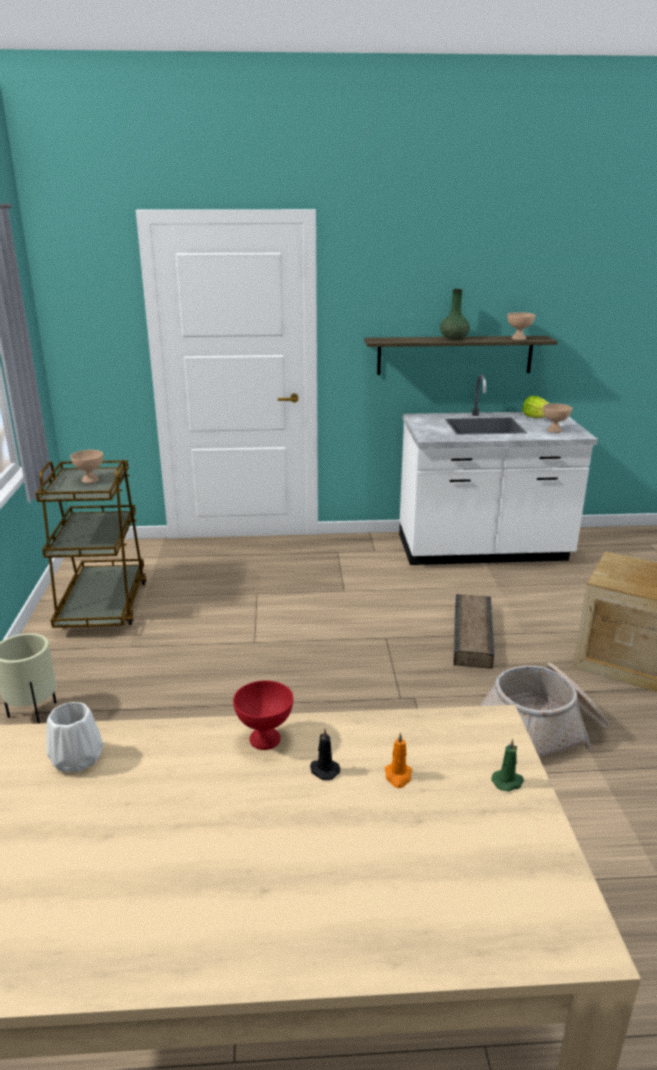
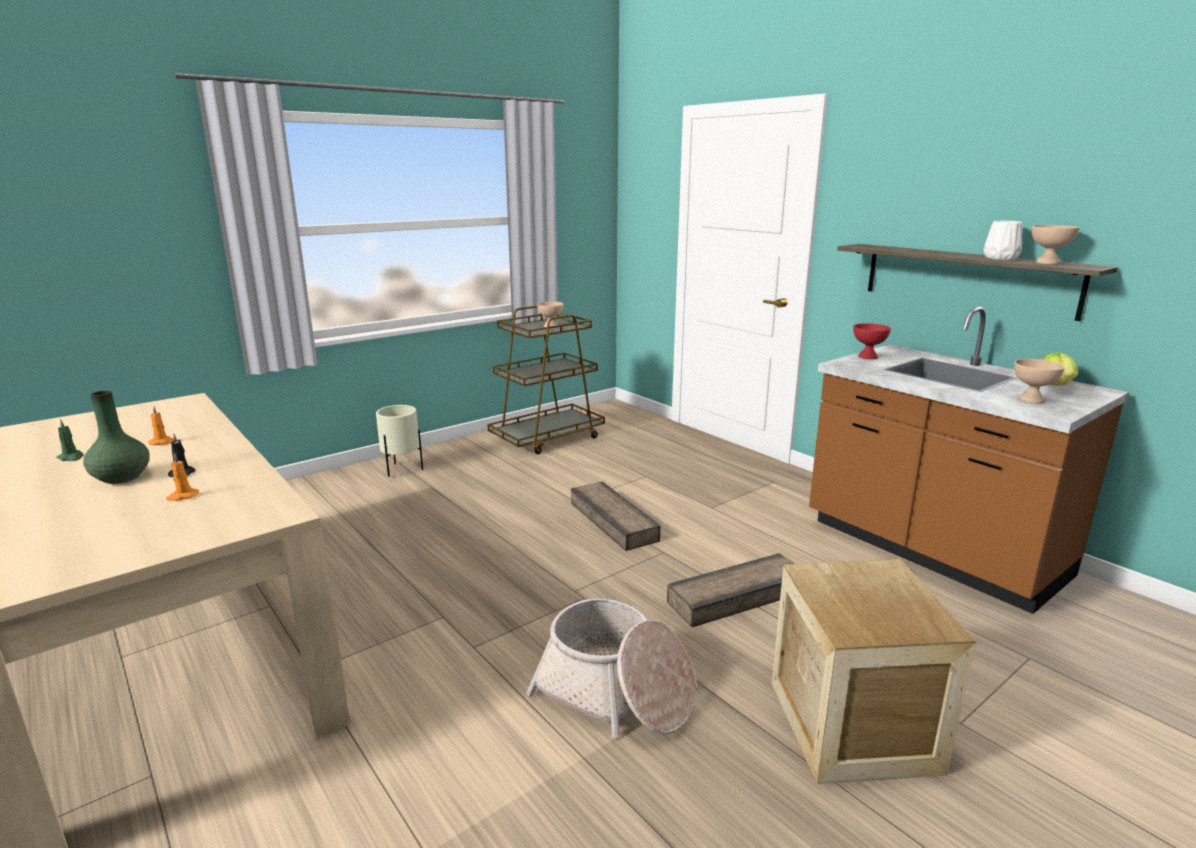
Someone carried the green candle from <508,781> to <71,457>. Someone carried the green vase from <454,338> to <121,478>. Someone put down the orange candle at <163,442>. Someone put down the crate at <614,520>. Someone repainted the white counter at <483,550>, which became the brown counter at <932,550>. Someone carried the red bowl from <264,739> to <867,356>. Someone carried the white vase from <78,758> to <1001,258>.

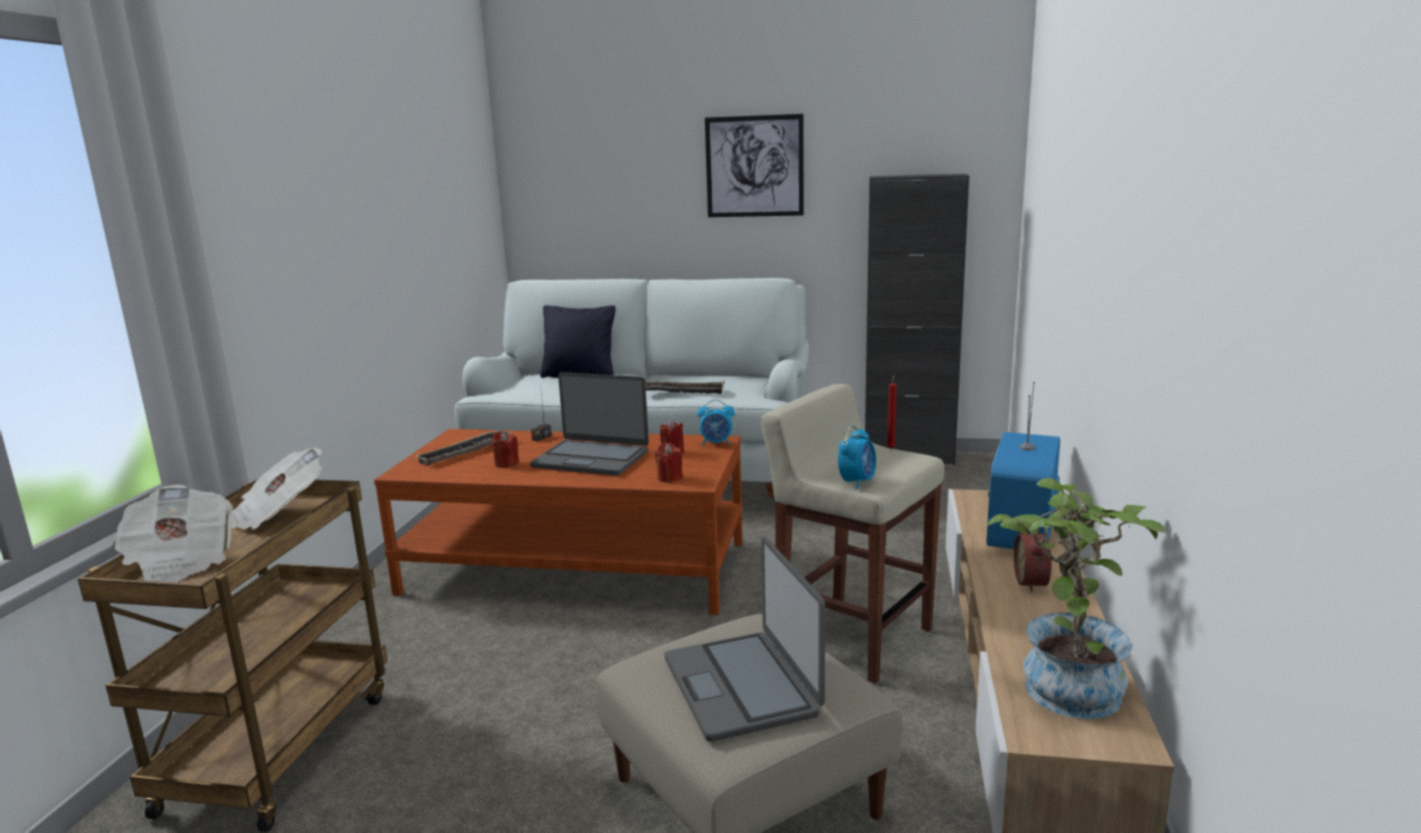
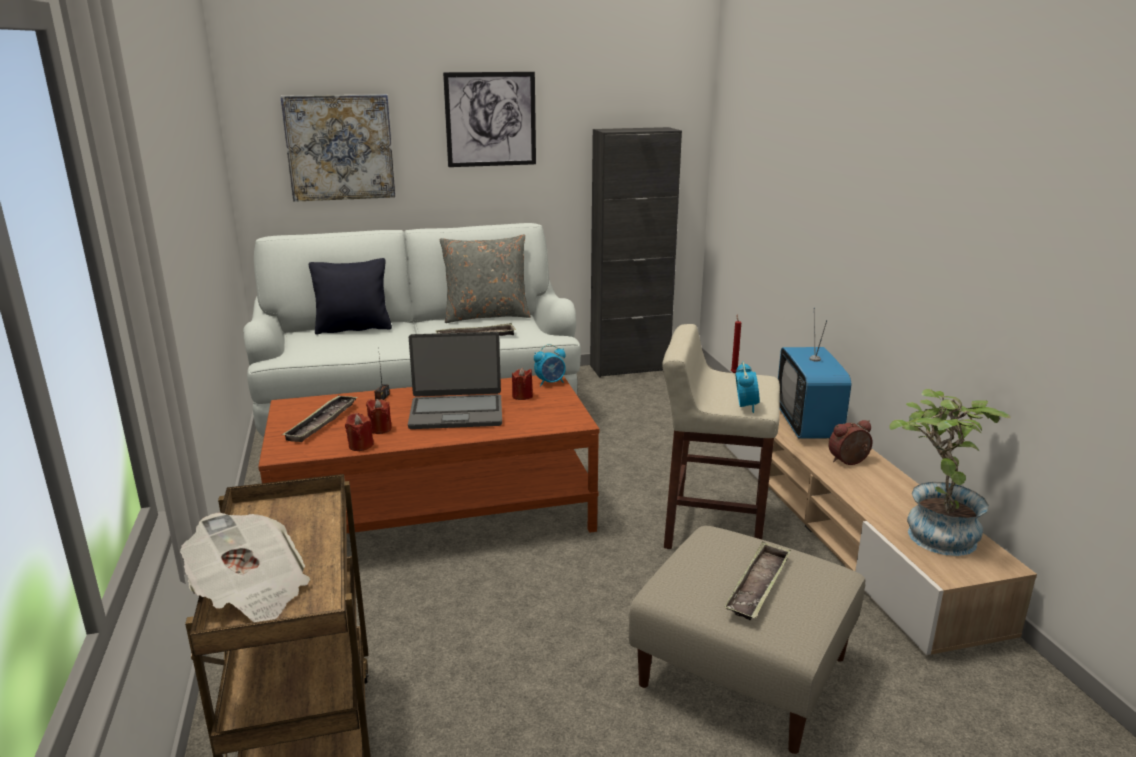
Someone put up the picture at <339,147>. Someone carried the red candle from <669,478> to <360,446>. Someone put down the grey pillow at <486,316>. Someone swapped the laptop at <742,686> for the tray at <758,586>. Someone rotated the alarm clock at <1034,582> by 90 degrees clockwise. Someone took away the newspaper at <276,515>.

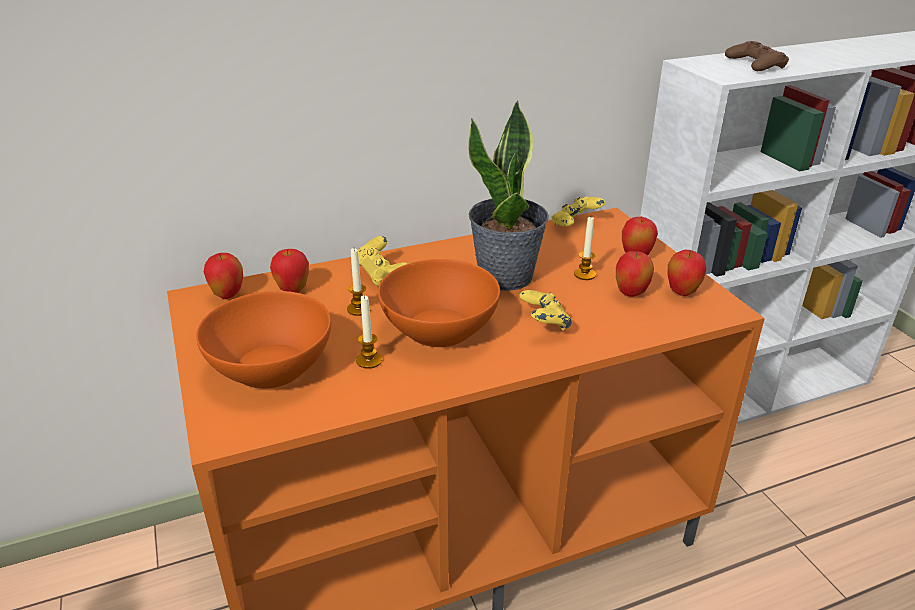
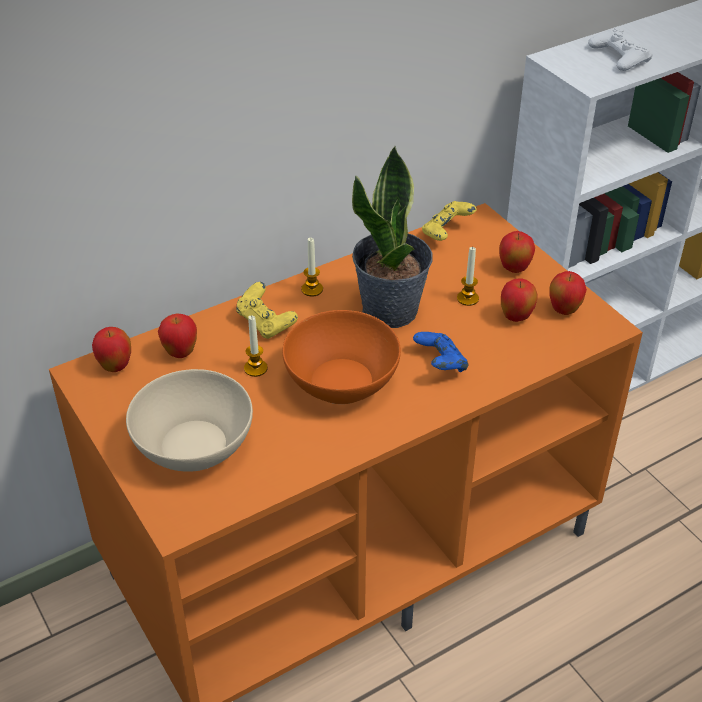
Someone repainted the orange bowl at <271,367>, which became the beige bowl at <194,446>. Someone carried the candle from <369,360> to <312,289>. Someone repainted the yellow game controller at <544,324>, which became the blue game controller at <440,365>. Someone repainted the brown game controller at <755,64>, which became the white game controller at <619,56>.

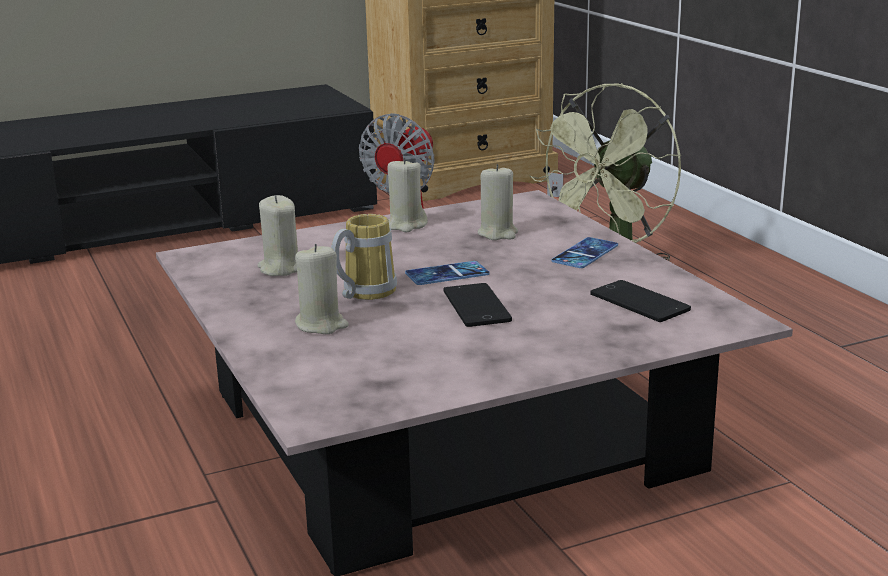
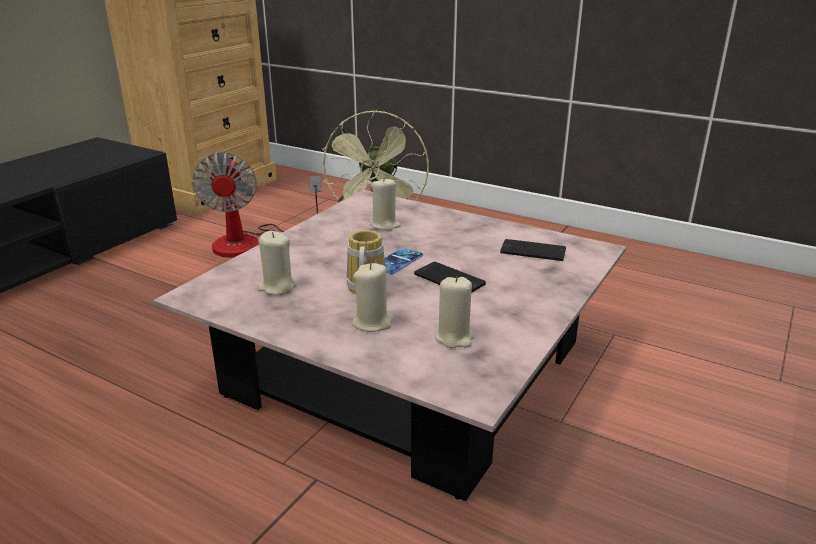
Someone carried the beige candle from <406,225> to <454,337>. Someone took away the phone at <585,254>.

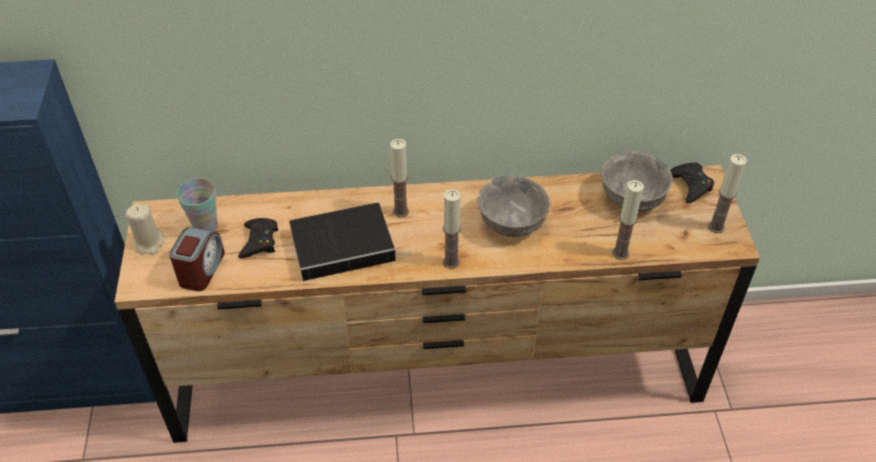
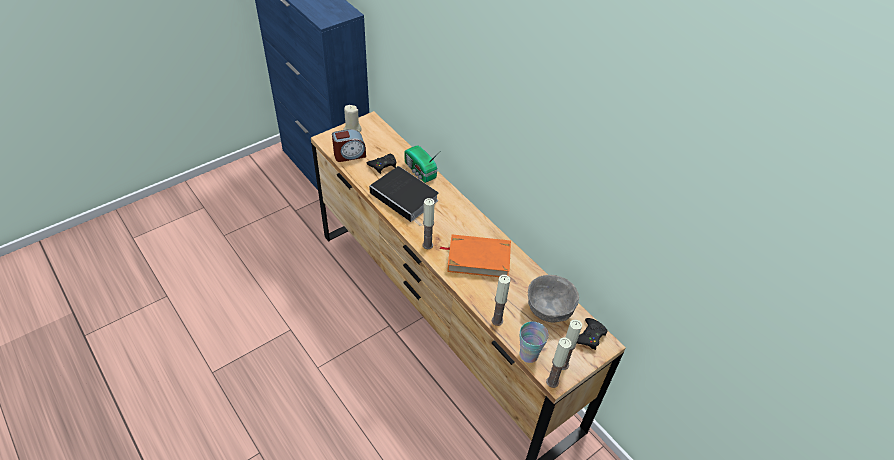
Someone put down the radio at <420,171>. Someone swapped the grey bowl at <511,223> for the orange book at <478,258>. Someone carried the cup from <205,227> to <528,354>. Someone carried the candle from <400,211> to <552,382>.

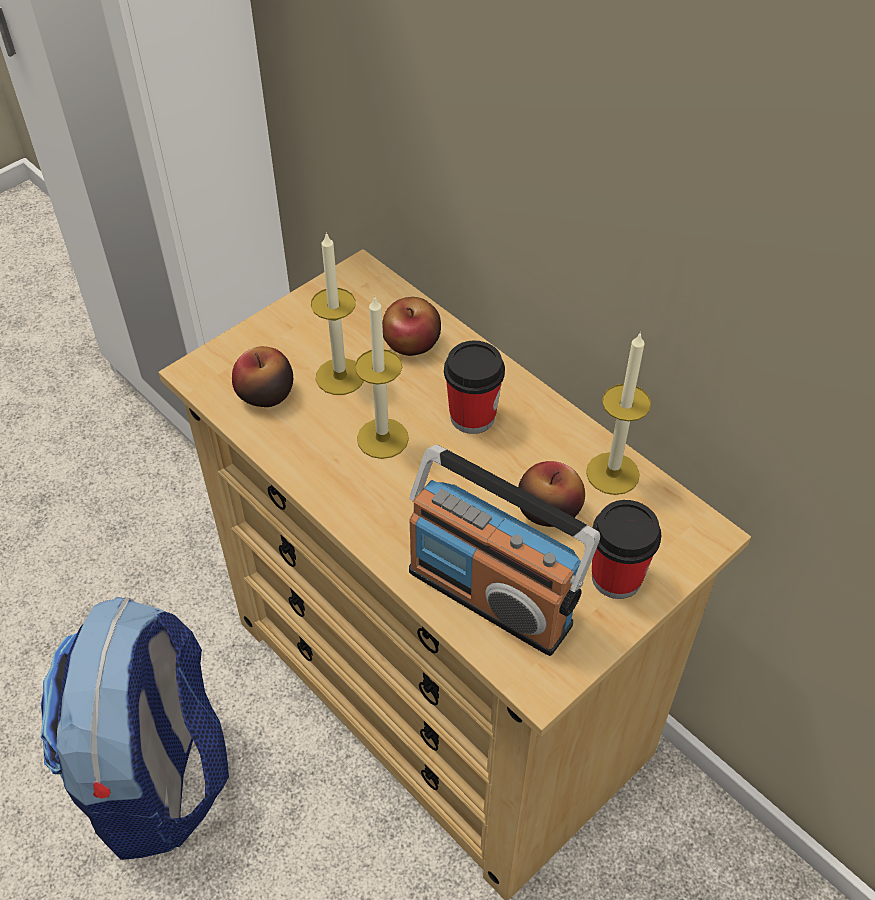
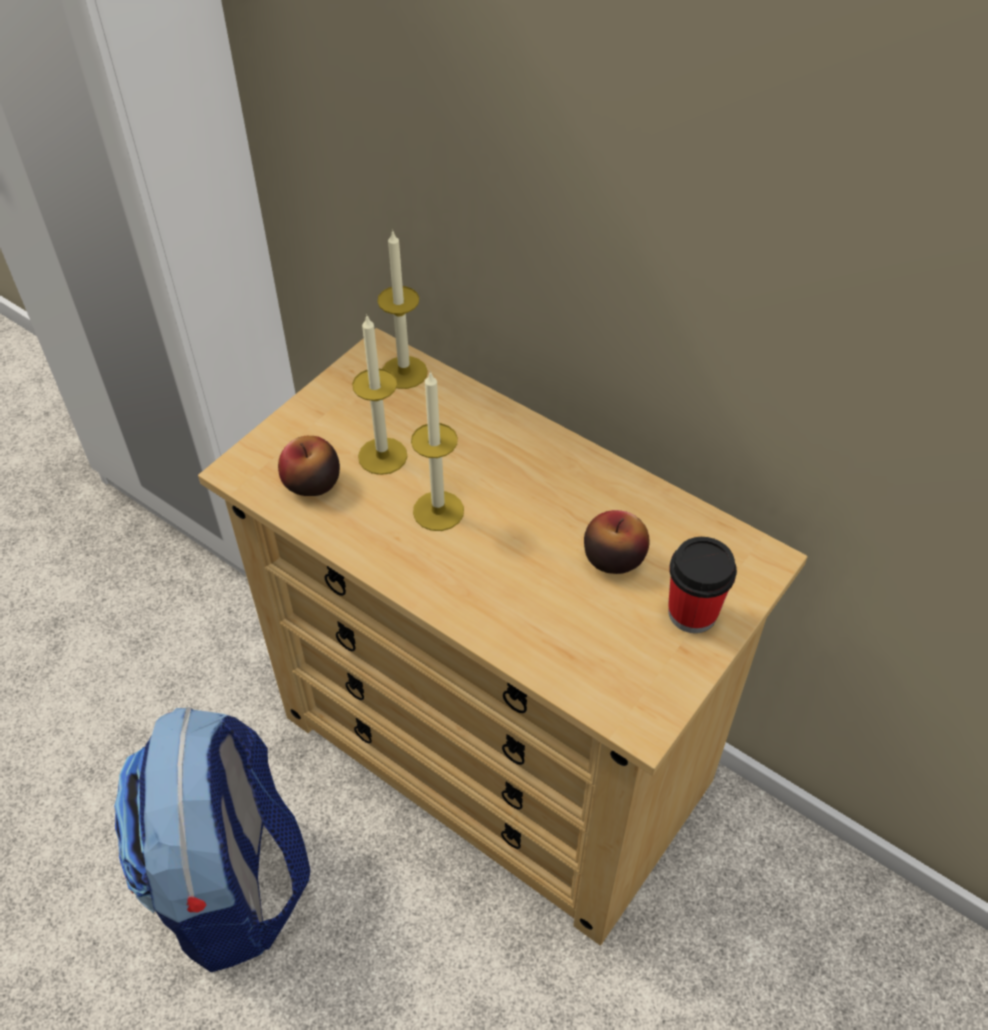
Someone carried the candle from <612,473> to <404,372>. Someone took away the apple at <412,343>. Someone took away the radio at <491,596>. Someone took away the cup at <472,416>.

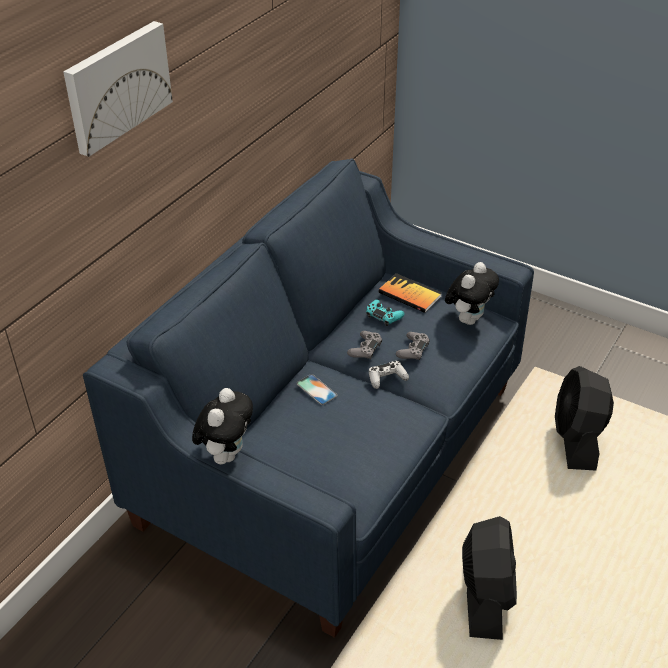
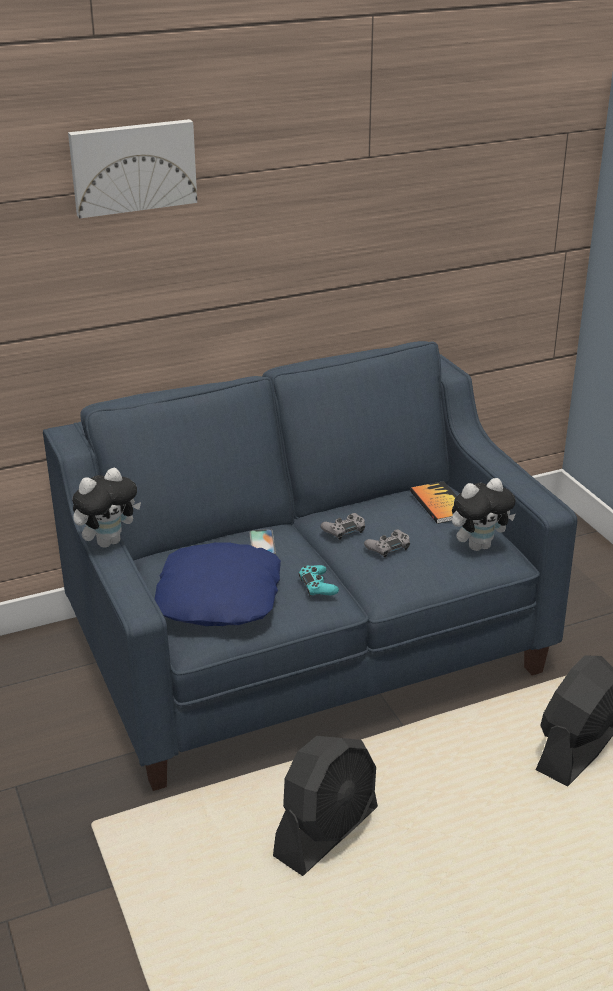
Someone put down the blue pillow at <217,596>. Someone carried the turquoise game controller from <383,316> to <318,586>. Someone took away the white game controller at <387,378>.

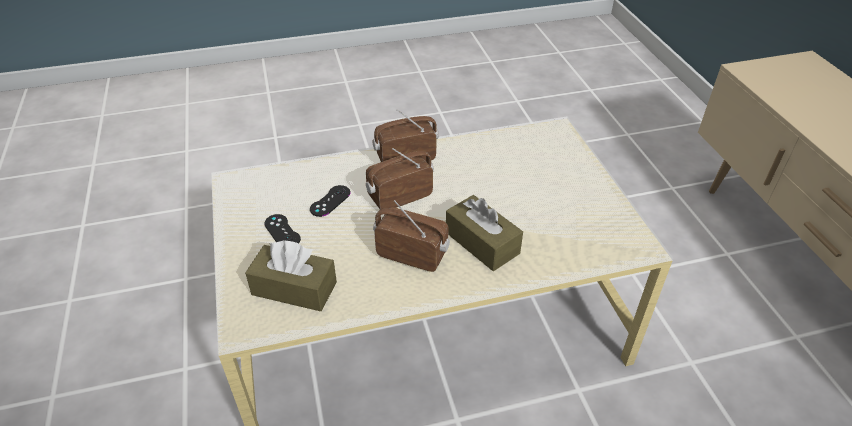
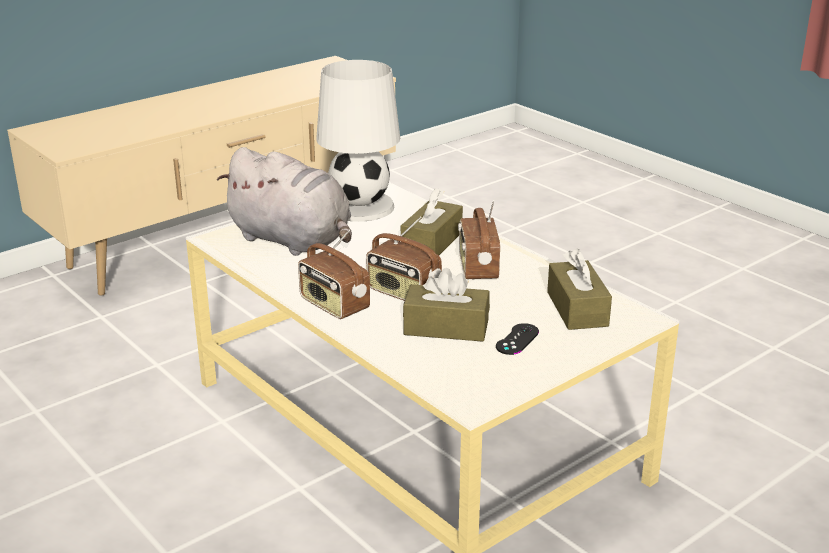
Someone put down the grey plush toy at <293,241>. Someone put down the white table lamp at <361,207>. Someone swapped the black game controller at <330,201> for the brown tissue box at <446,327>.

